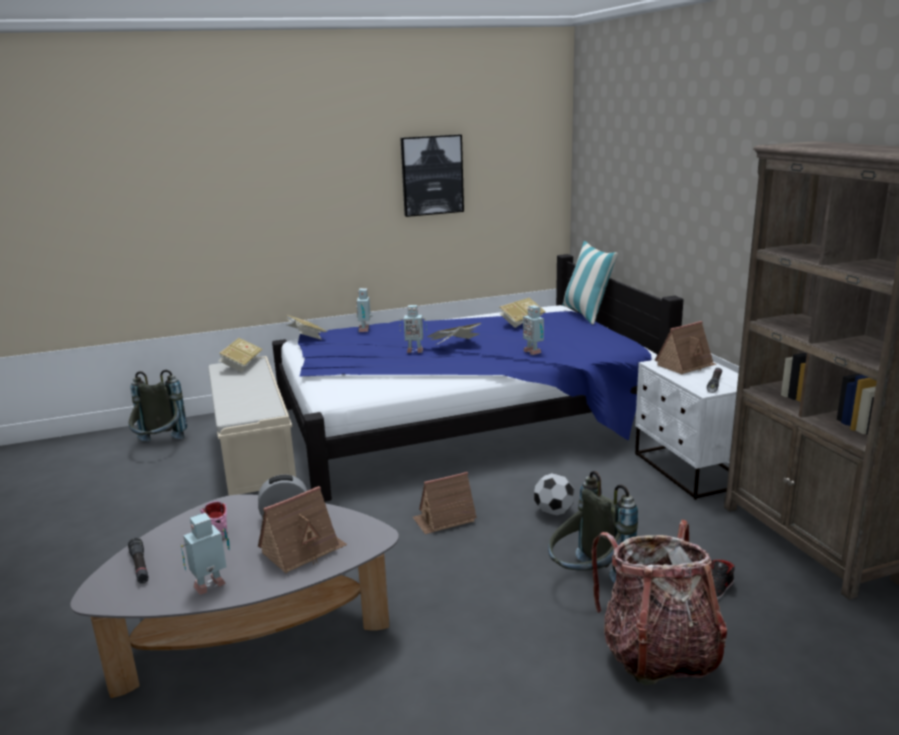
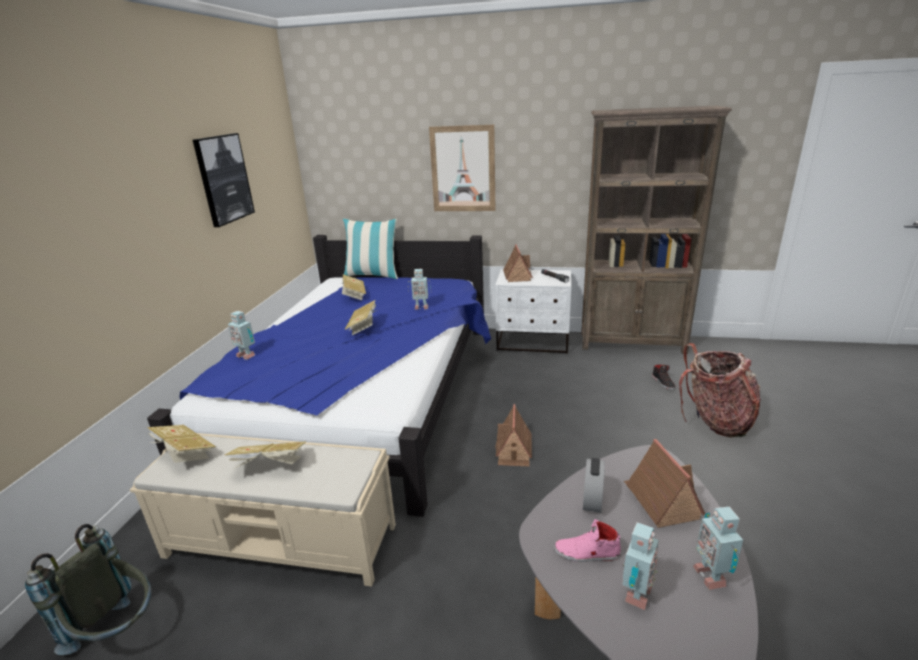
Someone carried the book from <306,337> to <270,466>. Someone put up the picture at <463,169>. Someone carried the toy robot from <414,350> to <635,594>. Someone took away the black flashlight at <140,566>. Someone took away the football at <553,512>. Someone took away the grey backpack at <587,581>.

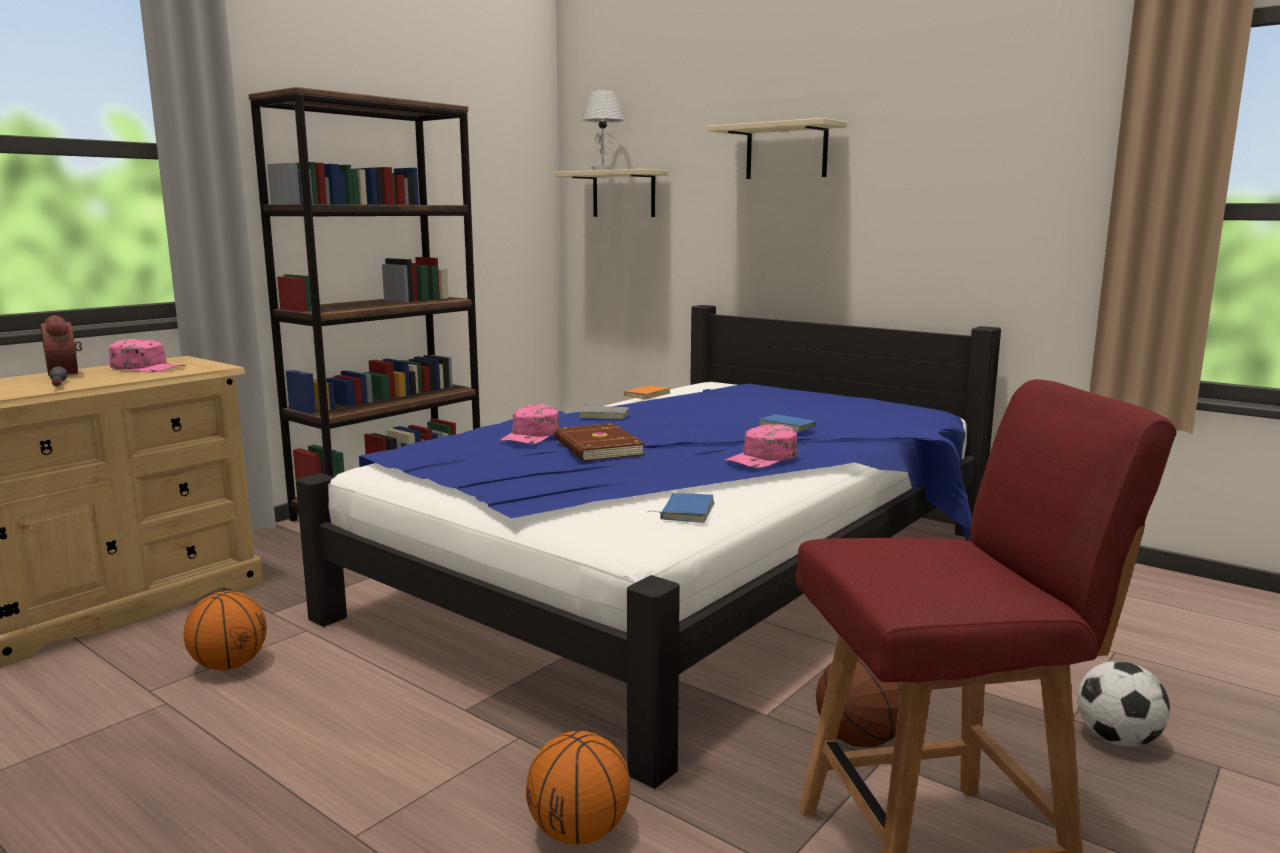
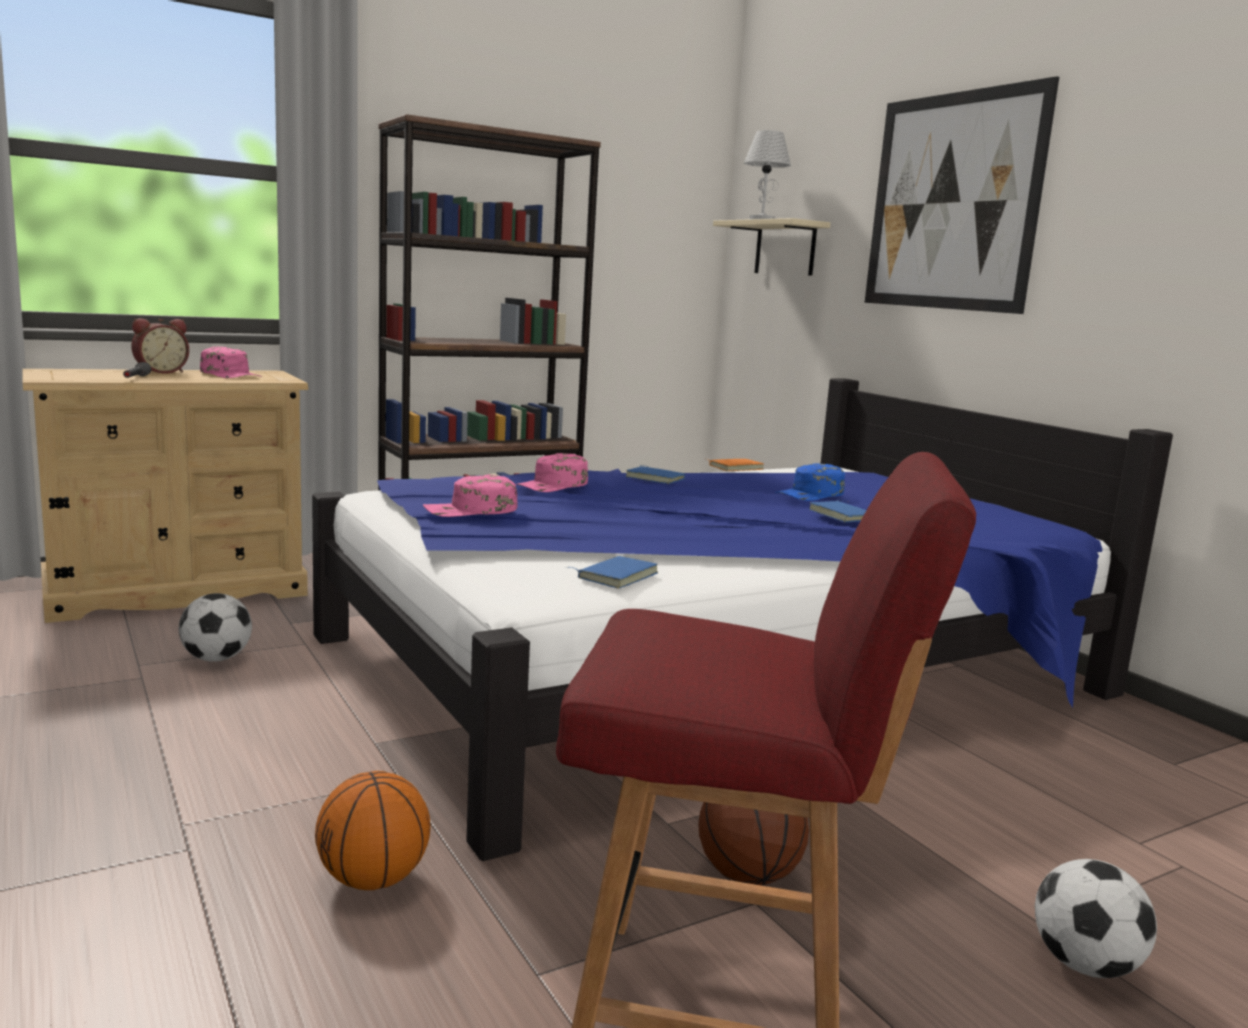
Someone rotated the alarm clock at <67,374> by 120 degrees counterclockwise. Someone swapped the basketball at <229,665> for the football at <216,659>. Someone carried the pink cap from <762,458> to <471,510>. Someone repainted the grey book at <604,415>, which became the blue book at <656,478>. Someone put down the blue cap at <810,494>. Someone swapped the beige shelf at <786,151> for the picture at <952,202>. Someone took away the brown book at <596,447>.

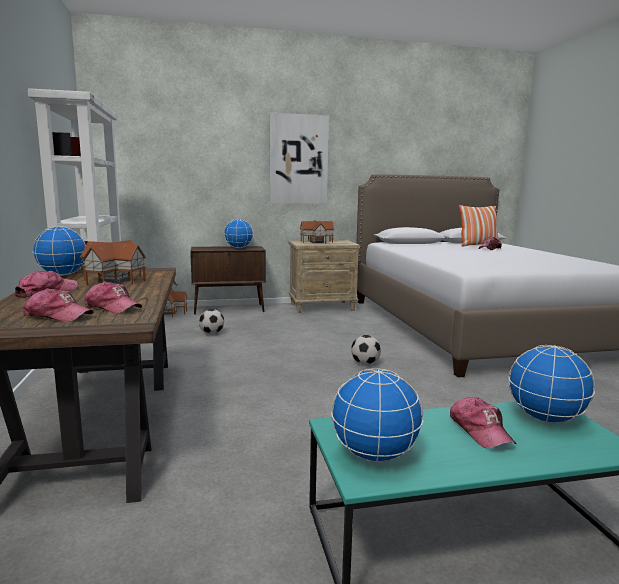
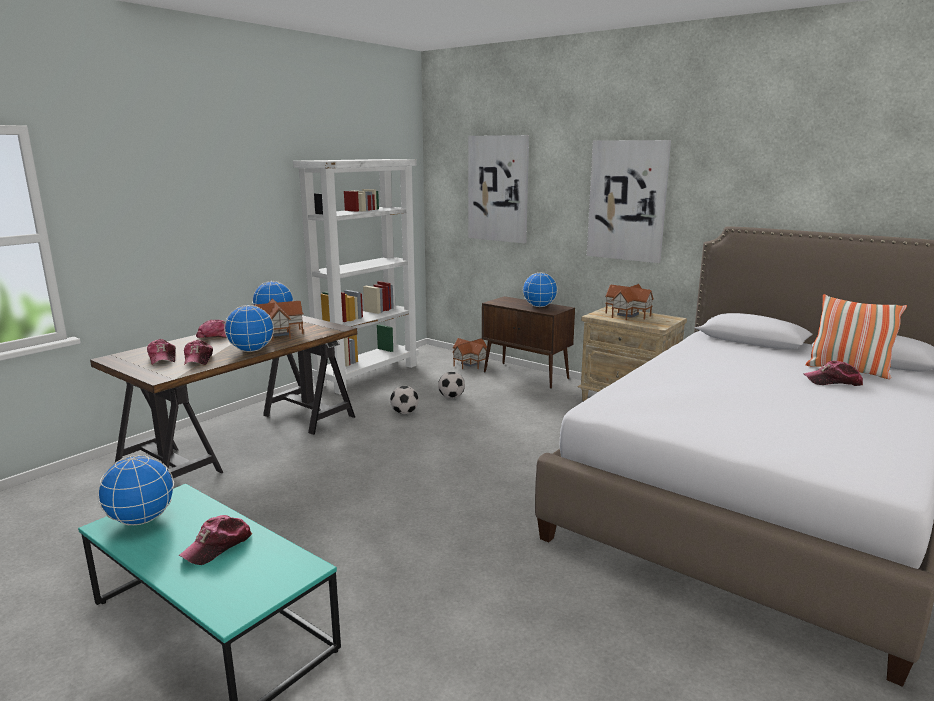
Someone carried the globe from <546,419> to <251,350>. Someone carried the football from <365,363> to <404,413>. Someone put up the picture at <498,188>.

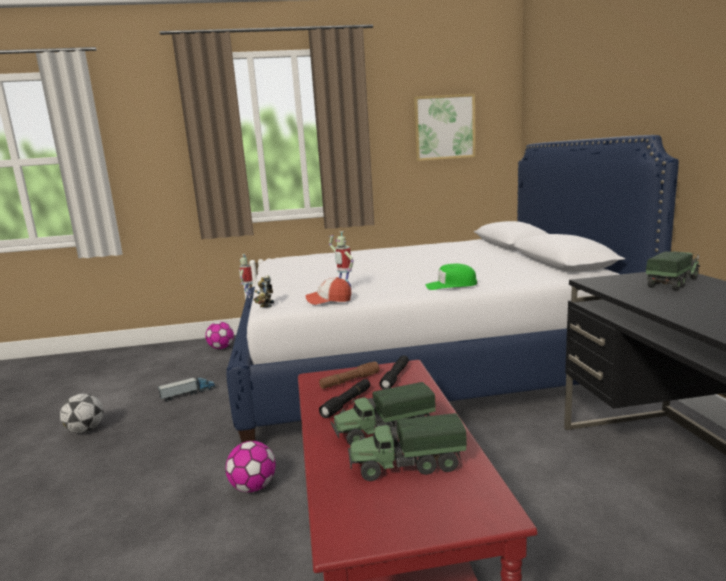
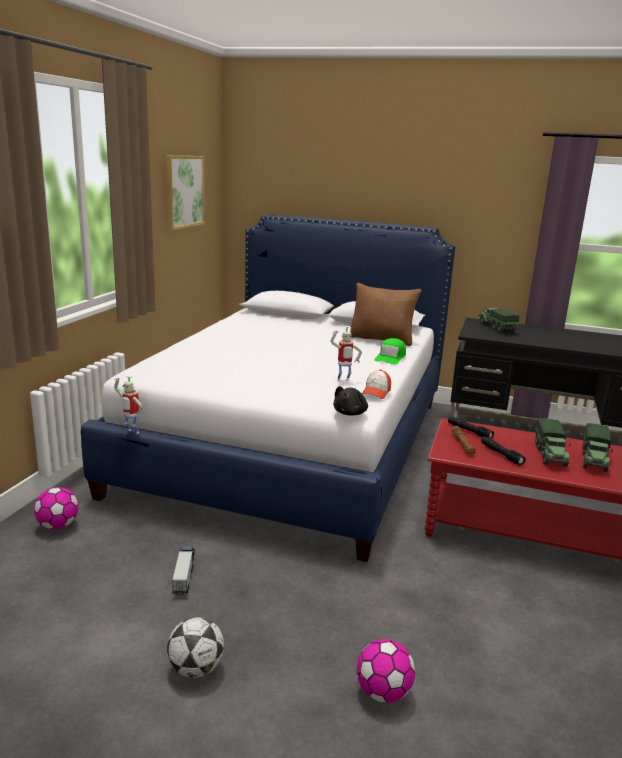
Someone swapped the toy robot at <265,305> for the black plush toy at <350,413>. Someone put down the brown pillow at <382,339>. Someone carried the football from <253,487> to <383,692>.

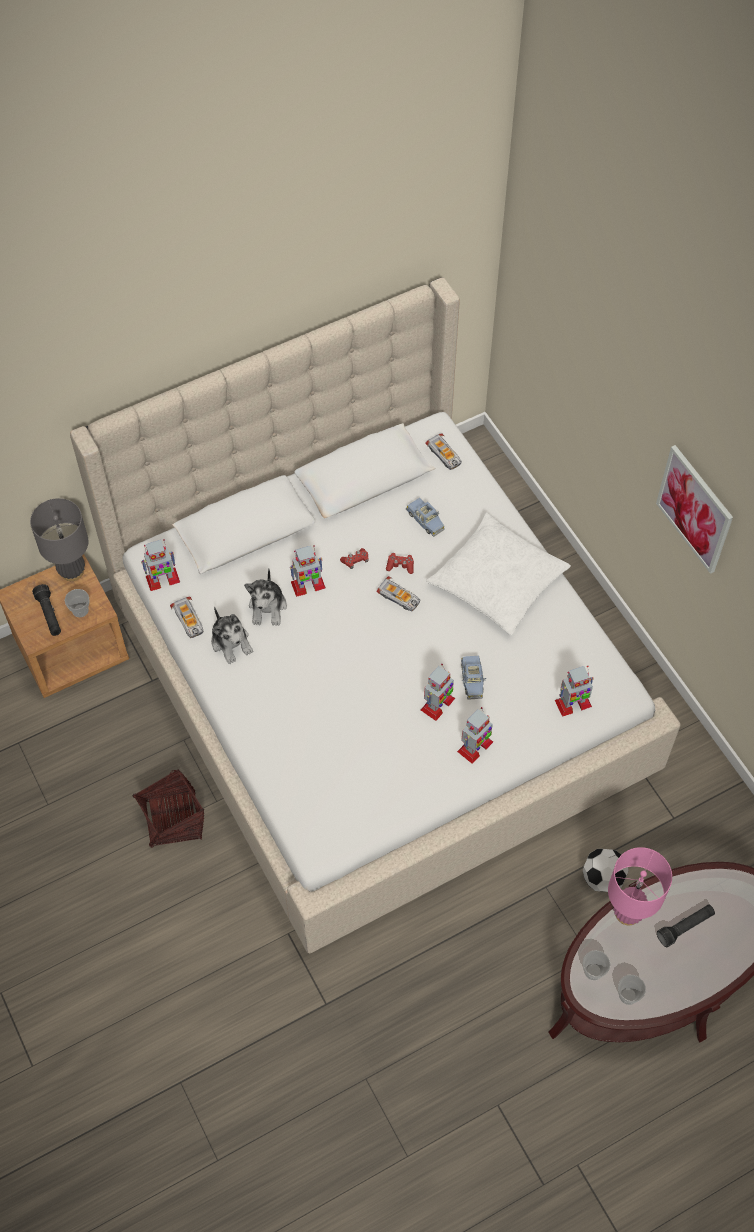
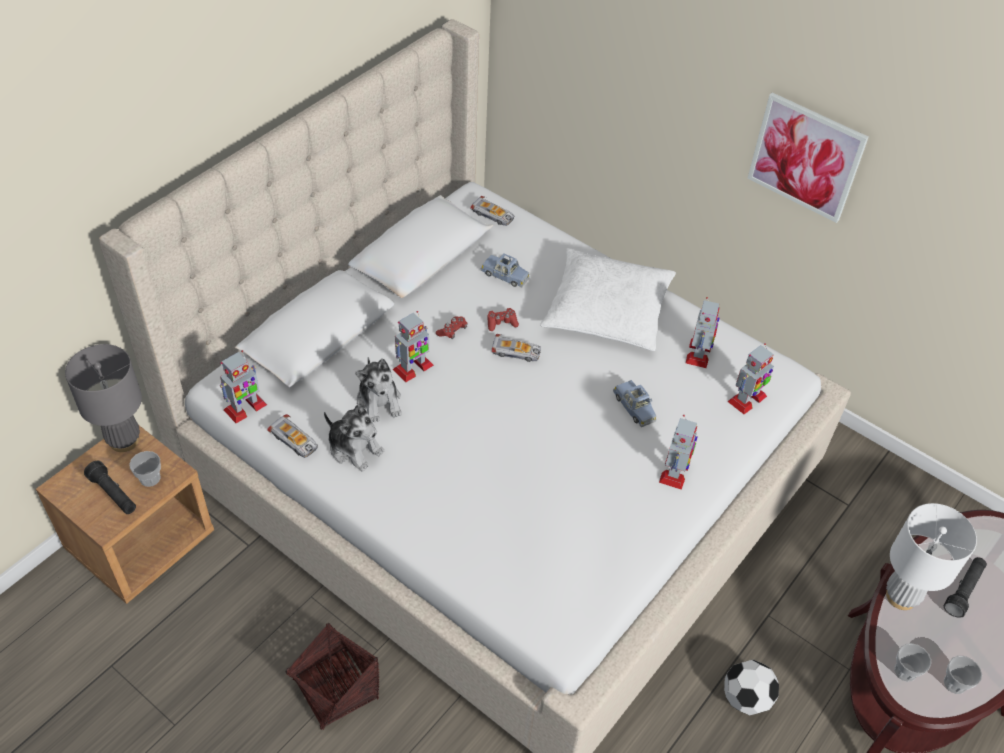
Someone carried the toy robot from <437,704> to <698,354>. Someone carried the football from <602,878> to <745,698>. Someone repainted the pink table lamp at <627,913>, which became the white table lamp at <901,597>.

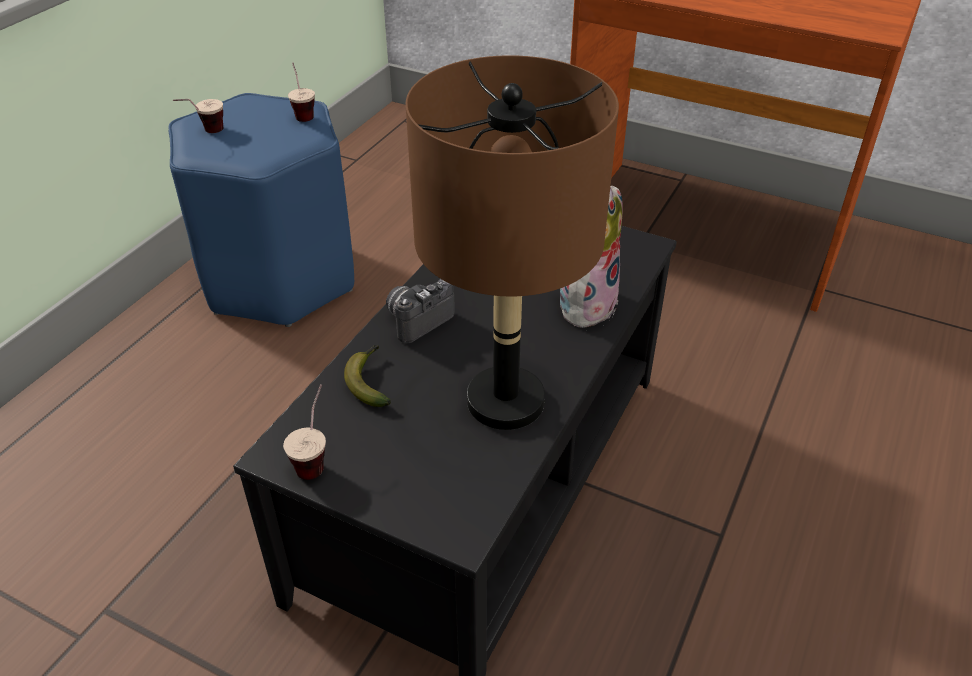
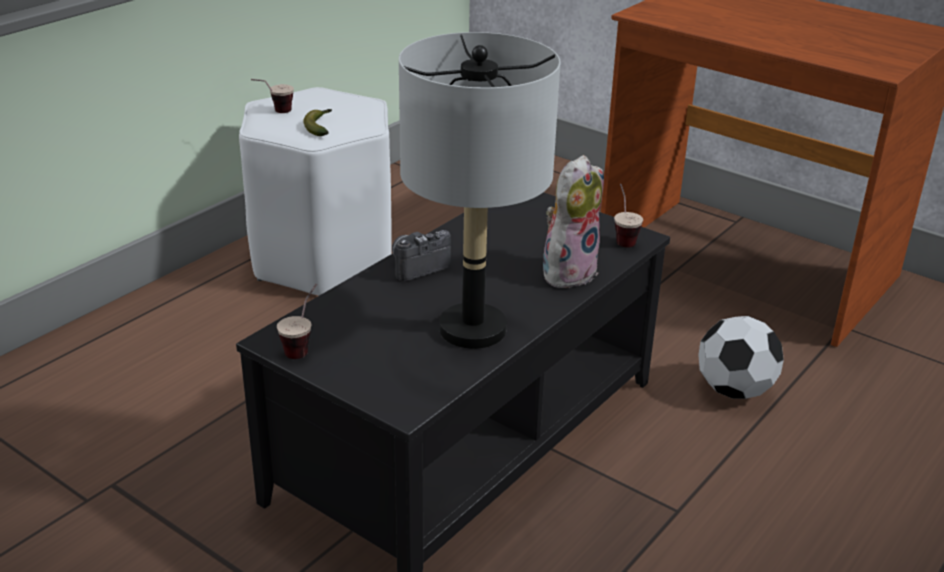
Someone repainted the blue stool at <279,278>, which became the white stool at <323,259>. Someone carried the banana from <369,381> to <320,127>. Someone repainted the brown table lamp at <506,402>, which became the grey table lamp at <473,330>. Someone carried the cup from <302,113> to <623,237>. Someone put down the football at <734,390>.

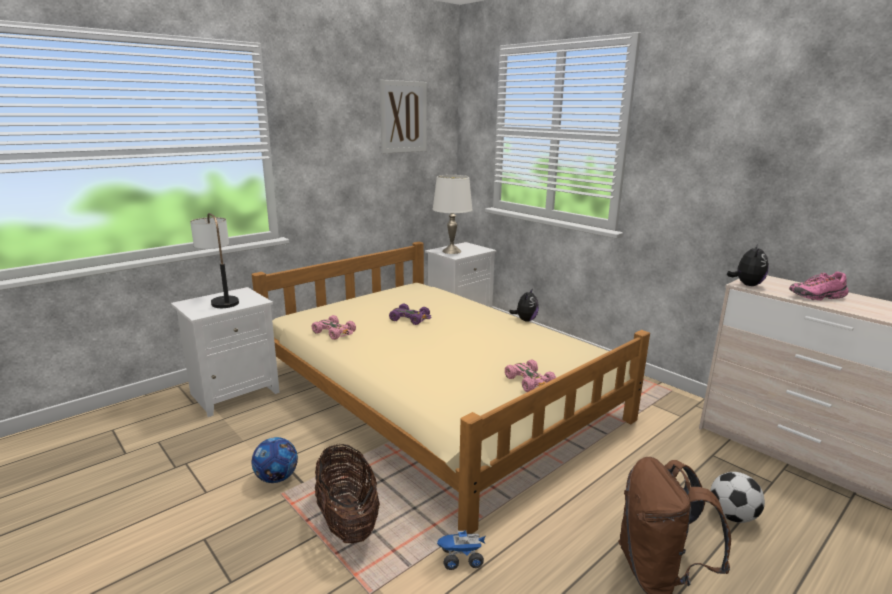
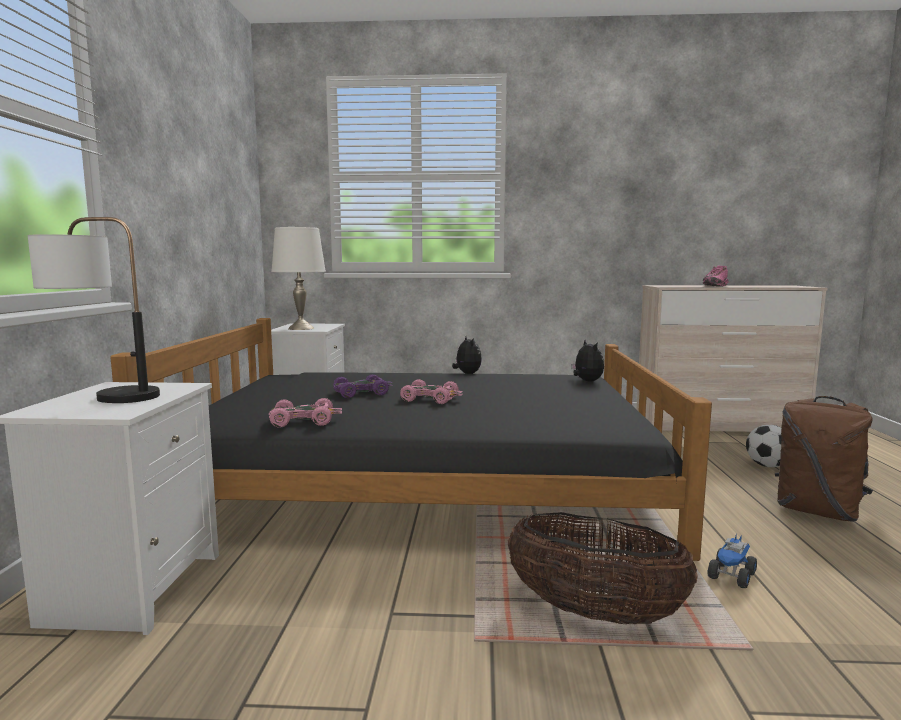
Someone repainted the beige bed at <436,394>, which became the black bed at <427,481>. Someone carried the pink toy car from <530,382> to <431,399>. Someone carried the plush toy from <746,285> to <586,381>. Someone took away the football at <276,478>. Someone took away the picture at <403,117>.

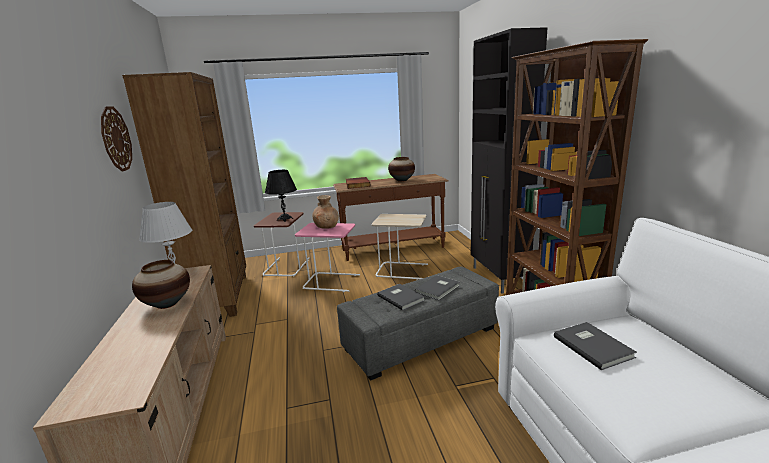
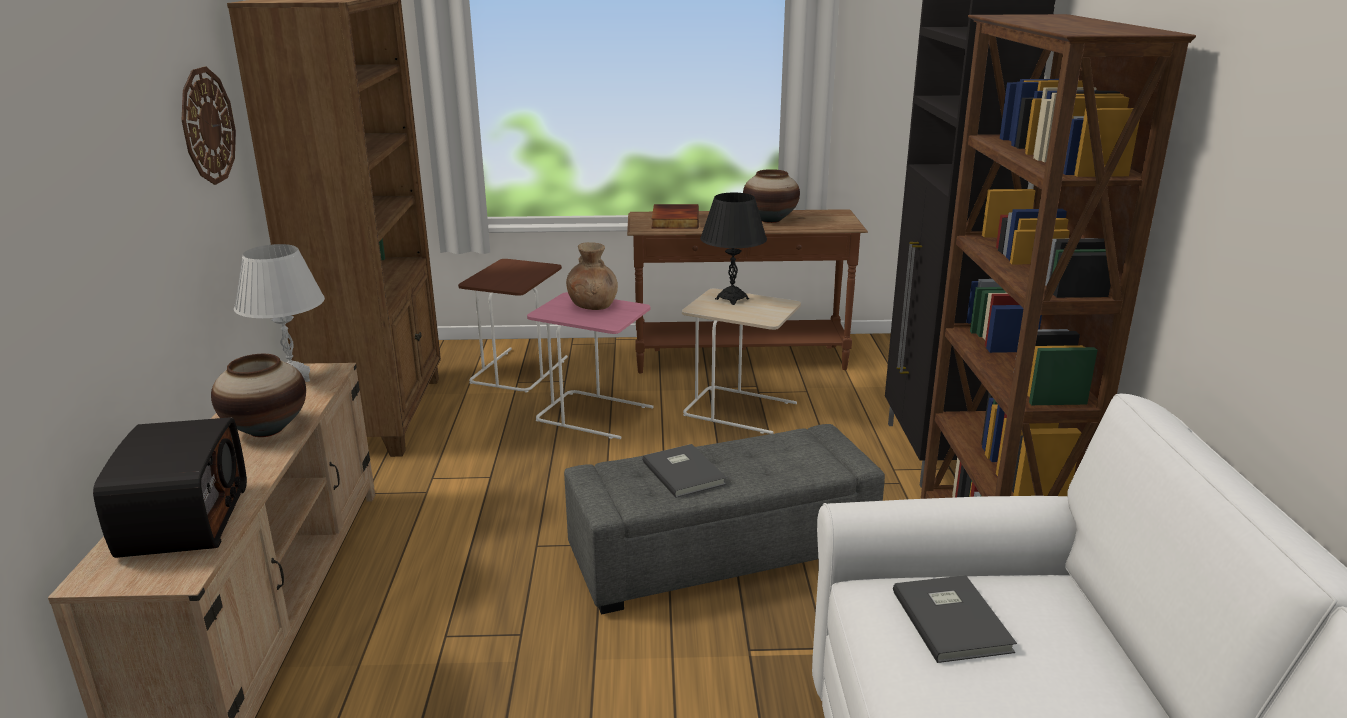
Someone put down the radio at <182,520>. Someone carried the black table lamp from <285,219> to <732,299>. Someone took away the grey book at <439,289>.

